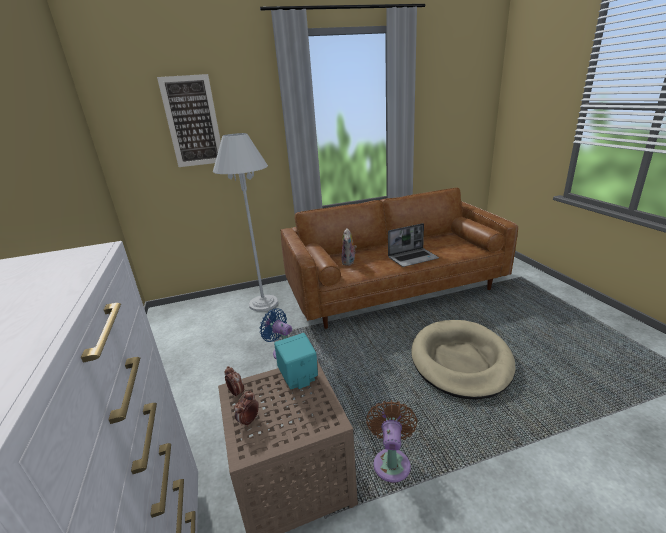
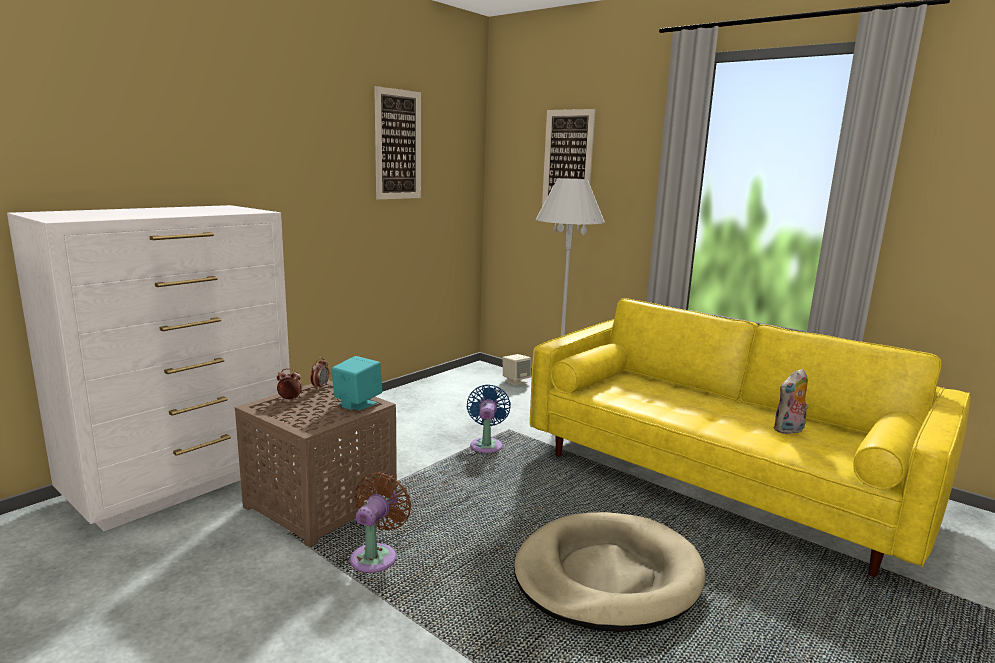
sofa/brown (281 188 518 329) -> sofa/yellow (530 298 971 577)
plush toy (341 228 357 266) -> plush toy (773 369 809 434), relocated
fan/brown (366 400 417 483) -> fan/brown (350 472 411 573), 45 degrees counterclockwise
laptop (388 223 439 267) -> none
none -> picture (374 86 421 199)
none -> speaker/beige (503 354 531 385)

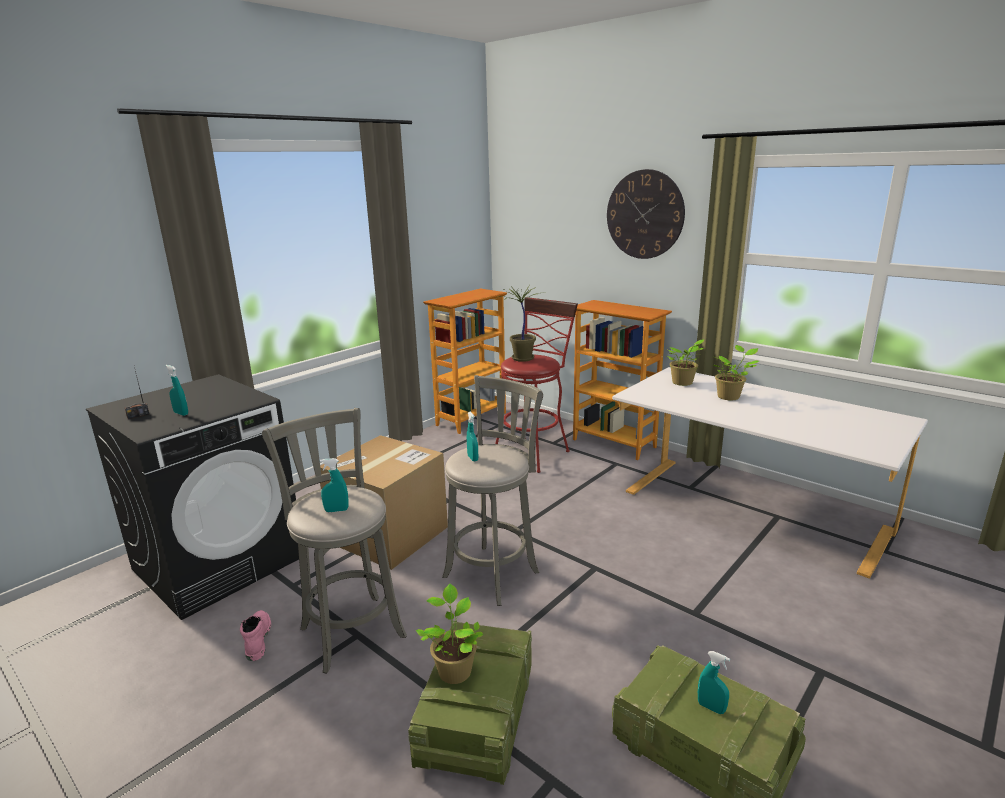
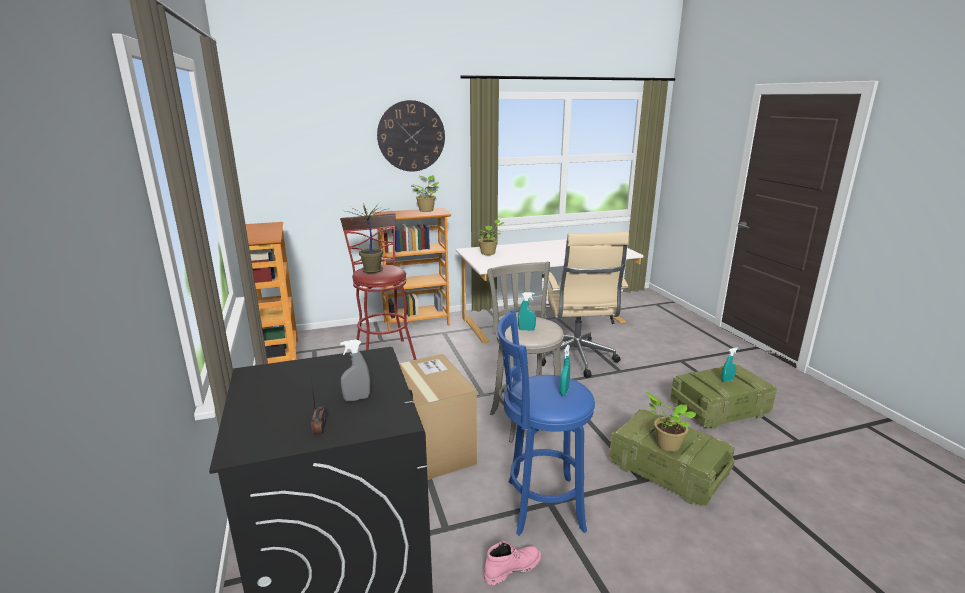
spray bottle/turquoise (166 365 188 416) -> spray bottle/grey (340 339 370 402)
boot/pink (240 610 271 661) -> boot/pink (484 541 541 585), 135 degrees clockwise
stool/grey (262 408 407 674) -> stool/blue (498 309 595 536)
potted plant (714 345 759 401) -> potted plant (412 175 439 212), relocated
none -> office chair/beige (542 232 629 378)

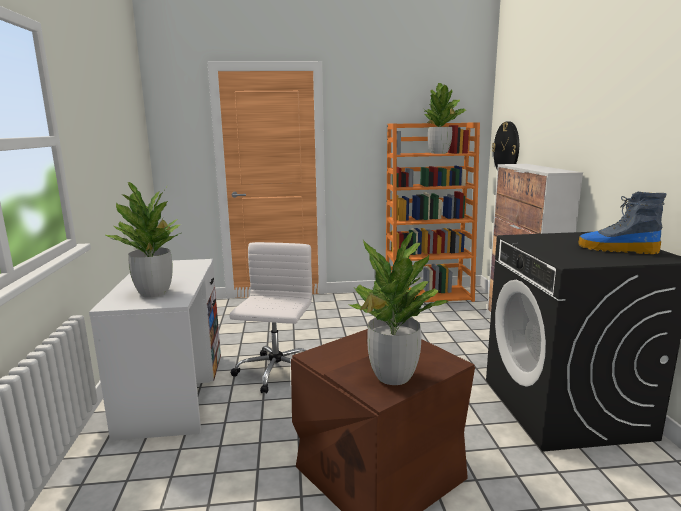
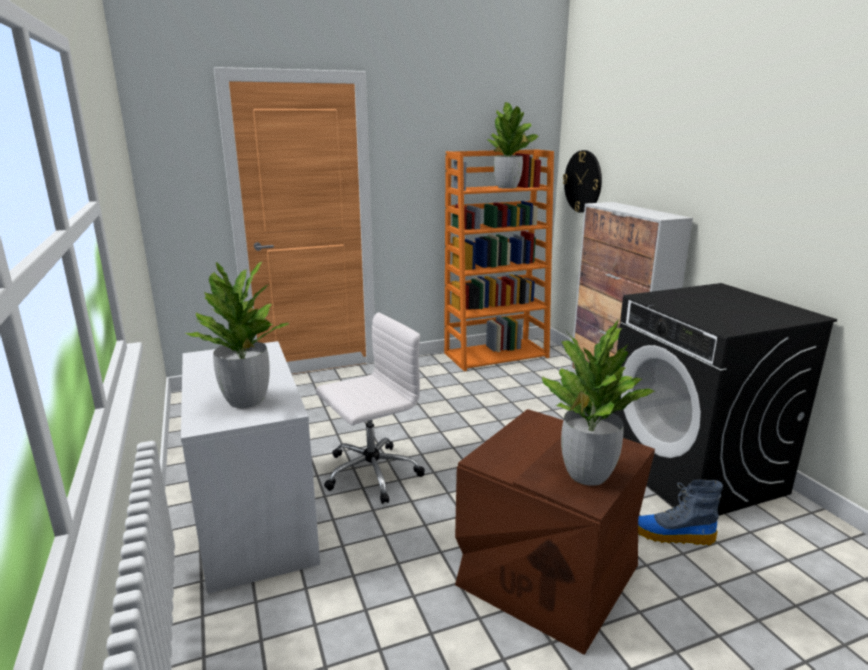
office chair/white (229 242 312 394) -> office chair/white (316 312 425 504), 60 degrees clockwise
boot (578 192 667 254) -> boot (638 480 723 545), relocated

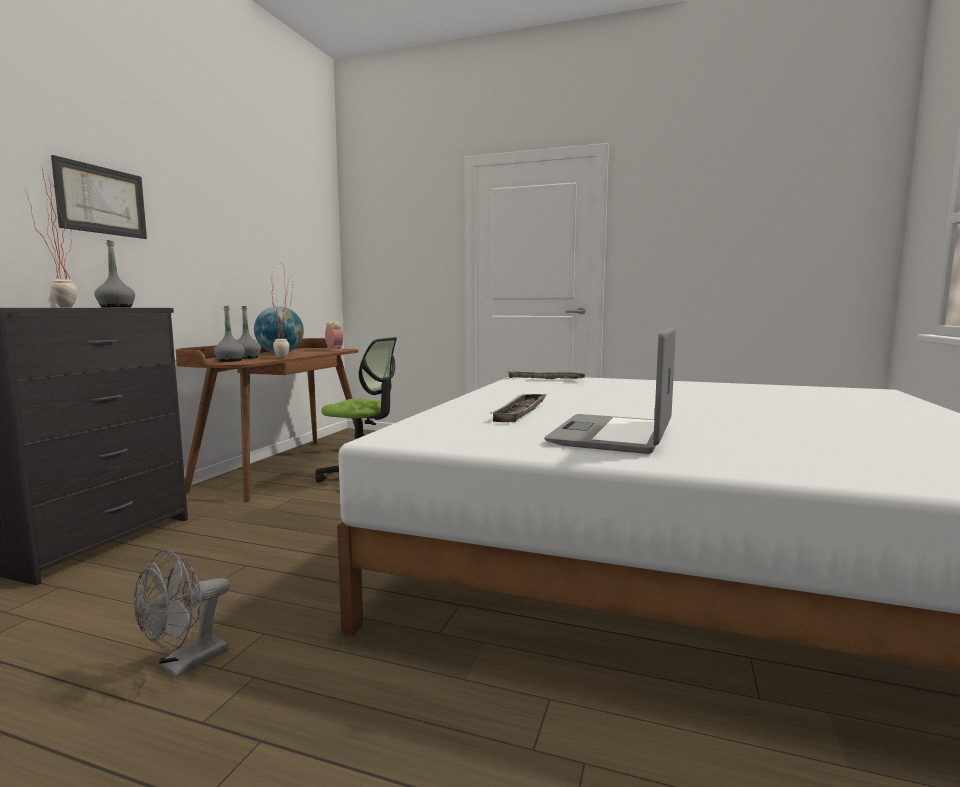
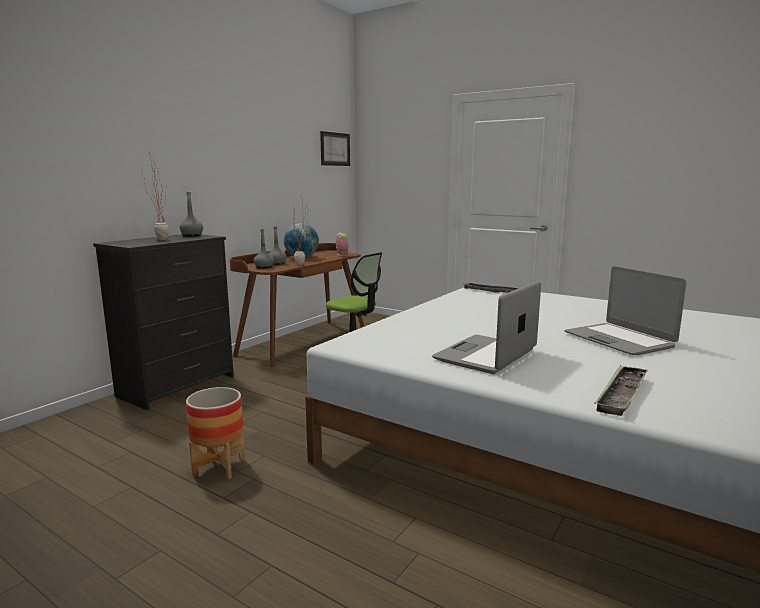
picture (51 155 147 239) -> picture (320 131 350 166), relocated
fan/grey (134 550 230 678) -> planter (186 387 245 479)
tray (490 393 547 422) -> tray (594 365 648 416), relocated
none -> laptop (565 266 687 355)

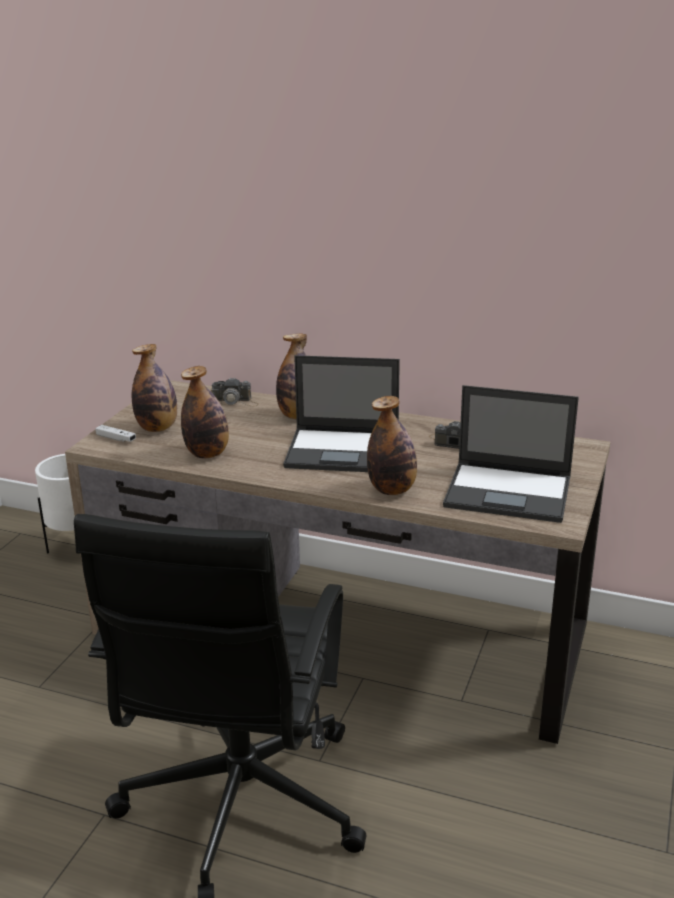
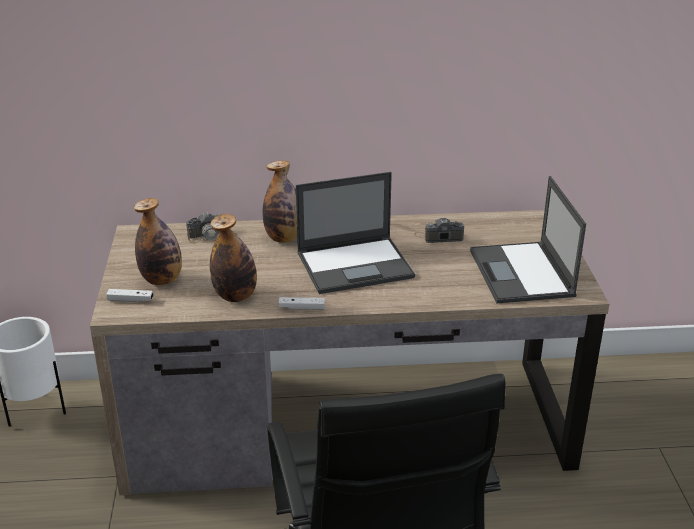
bottle (367 396 417 495) -> none
laptop (443 385 579 523) -> laptop (470 176 586 303), 90 degrees clockwise
none -> game controller/white (278 297 325 310)

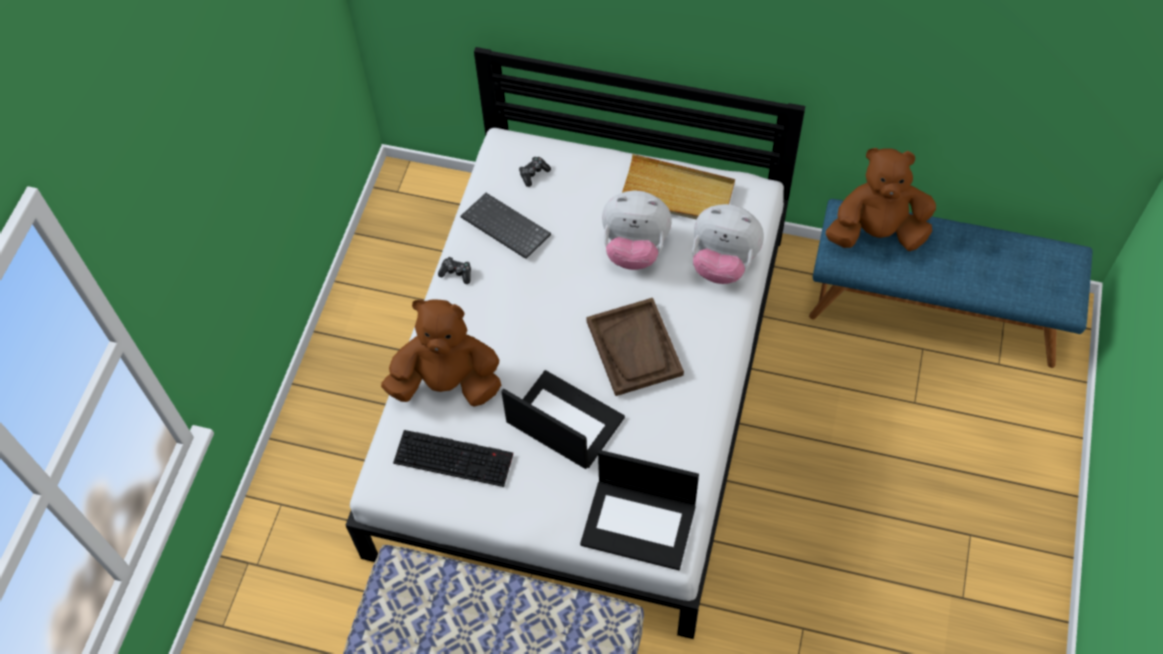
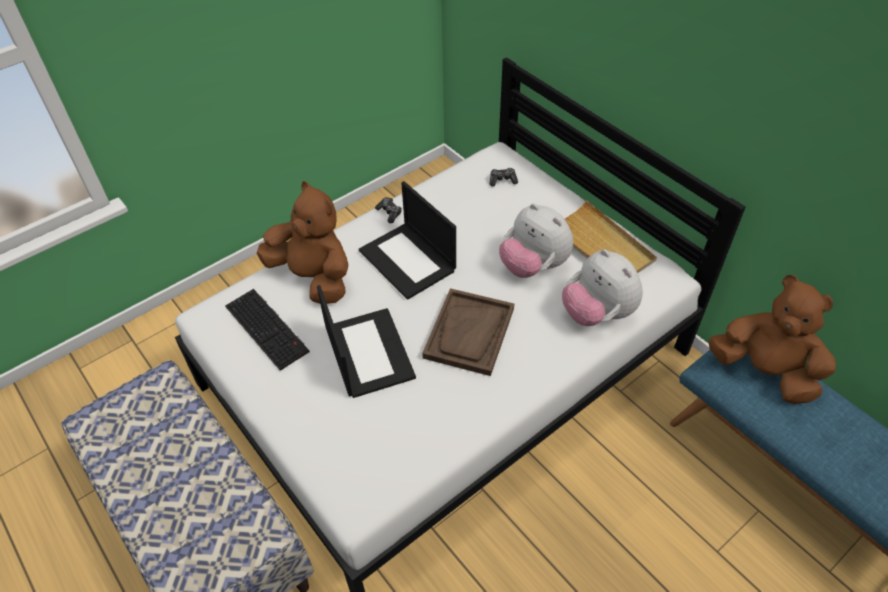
keyboard (461 193 551 259) -> none
laptop (580 450 699 570) -> laptop (359 181 456 300), relocated

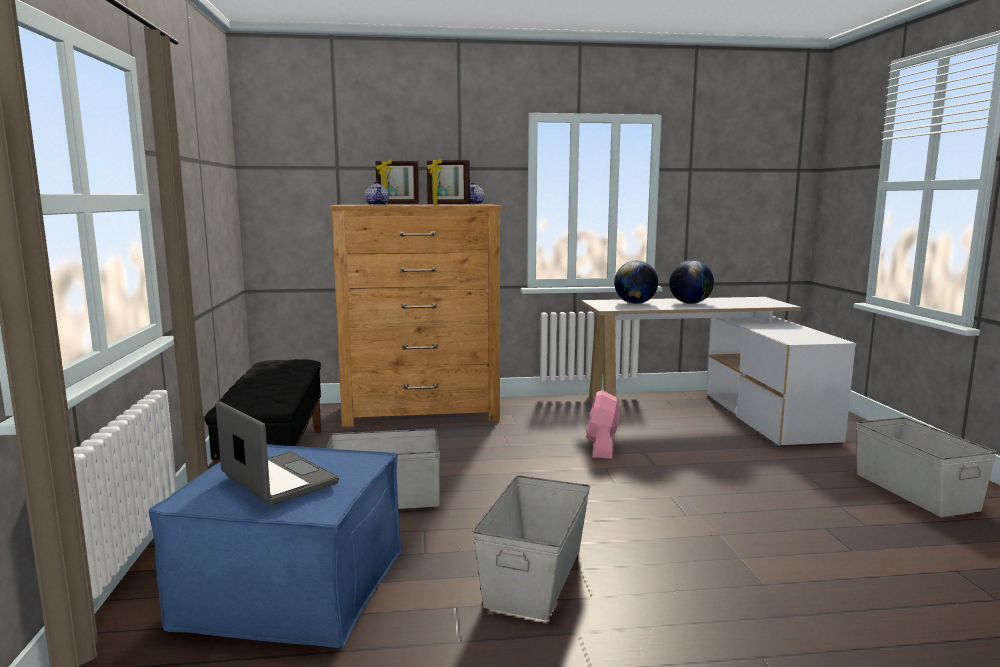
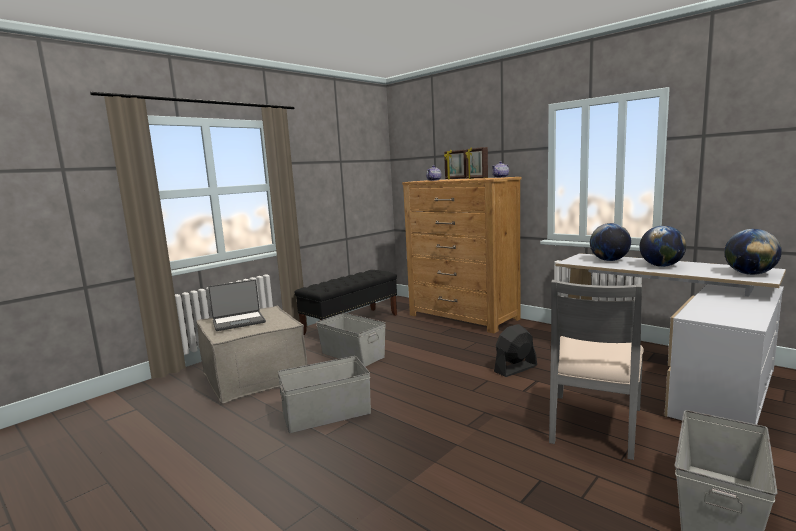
ottoman/blue (149 444 402 648) -> ottoman/beige (196 305 307 403)
laptop (216 401 339 505) -> laptop (208 279 266 331), 60 degrees clockwise
fan/pink (586 390 621 459) -> fan/black (494 324 537 377)
none -> chair/grey (549 280 644 460)
none -> globe (724 229 782 275)

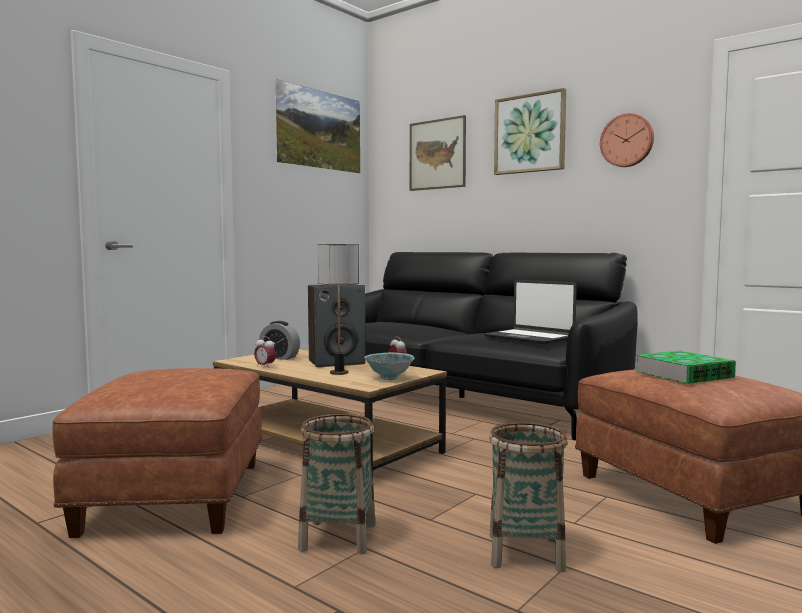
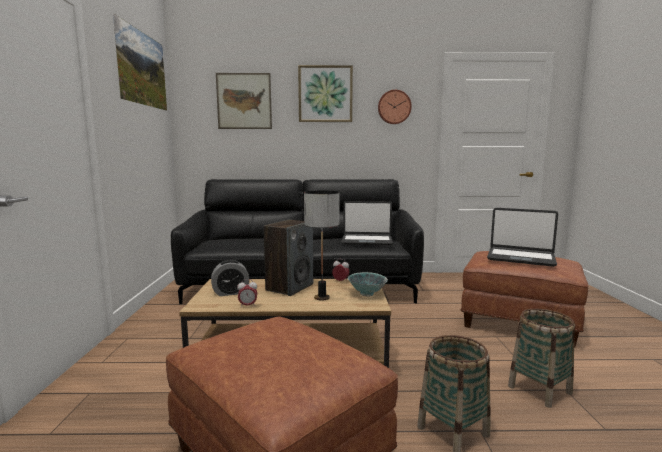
book (635 351 736 384) -> laptop (487 208 558 267)

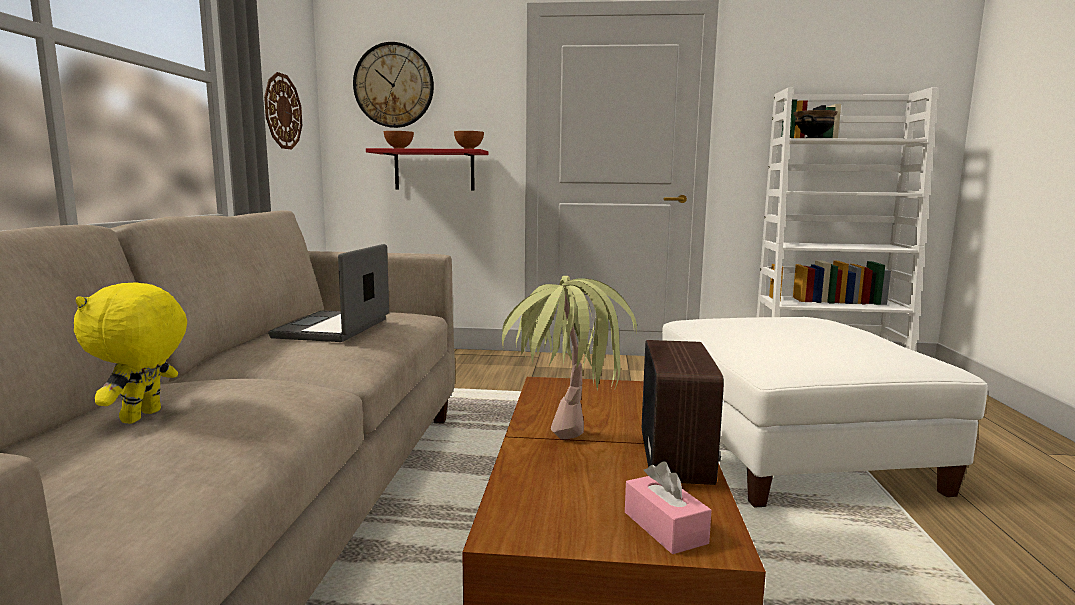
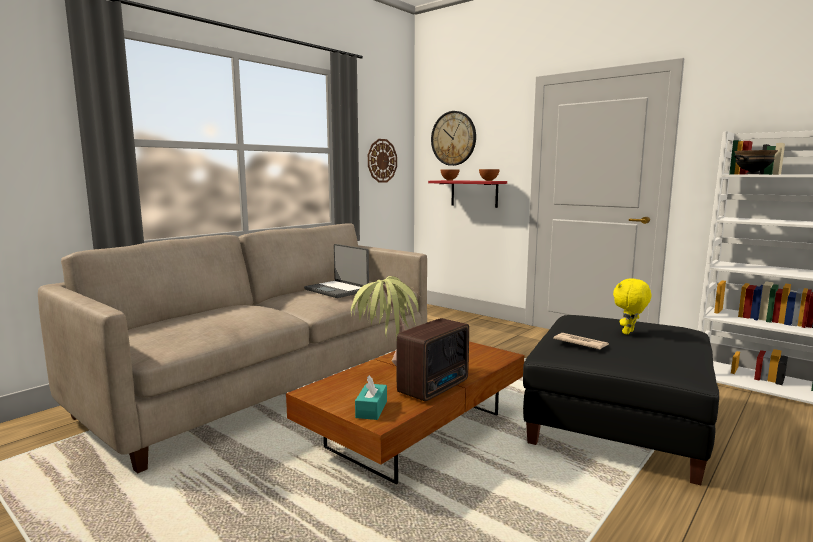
plush toy/yellow (74 283 187 424) -> plush toy/yellow (613 278 651 334), relocated
laptop (268 244 389 342) -> laptop (304 244 369 298), 90 degrees counterclockwise
tissue box/pink (625 461 712 554) -> tissue box/turquoise (355 375 387 420)
ottoman/white (662 317 988 508) -> ottoman/black (523 315 719 485)
none -> newspaper (553 333 609 349)

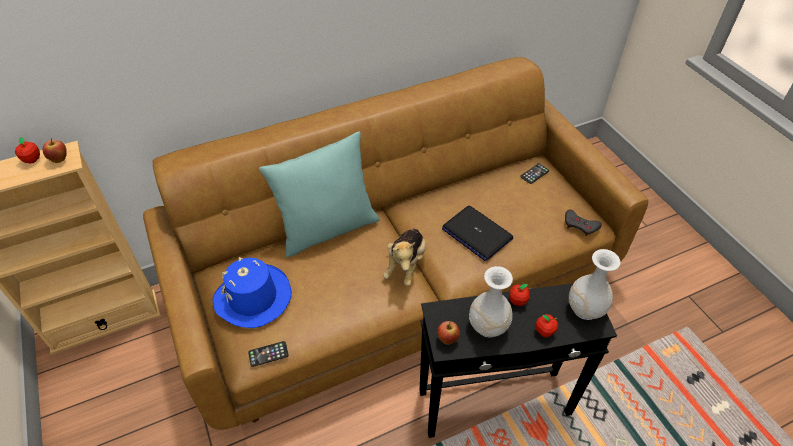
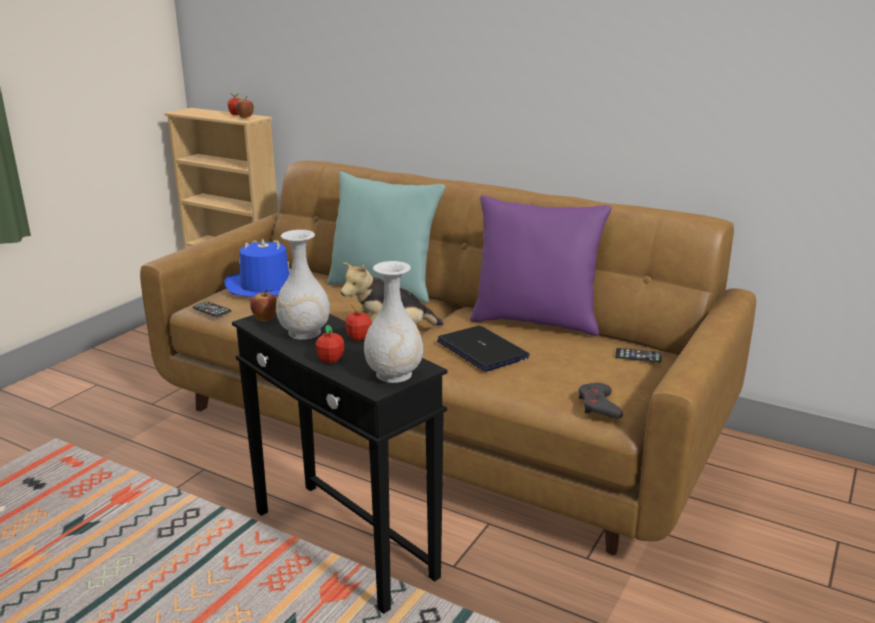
laptop (442 206 514 261) -> laptop (437 326 530 372), 135 degrees clockwise
none -> pillow/purple (470 195 612 336)

